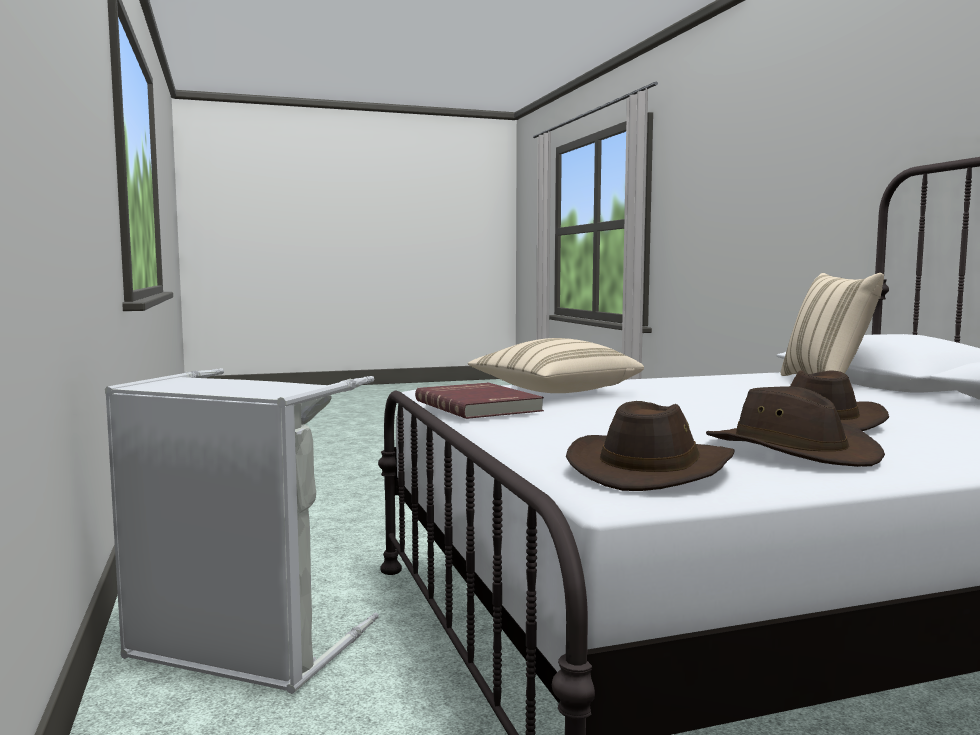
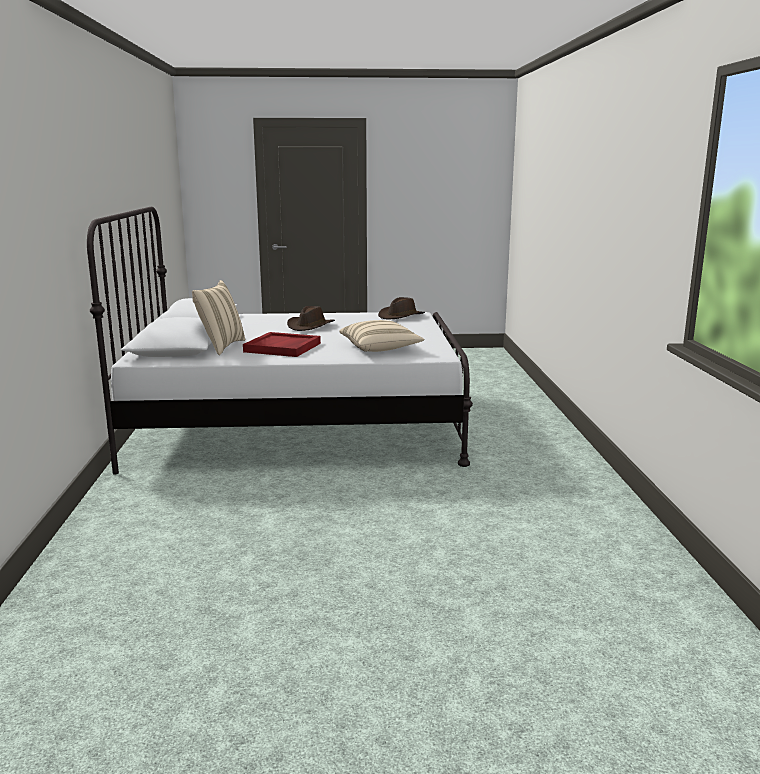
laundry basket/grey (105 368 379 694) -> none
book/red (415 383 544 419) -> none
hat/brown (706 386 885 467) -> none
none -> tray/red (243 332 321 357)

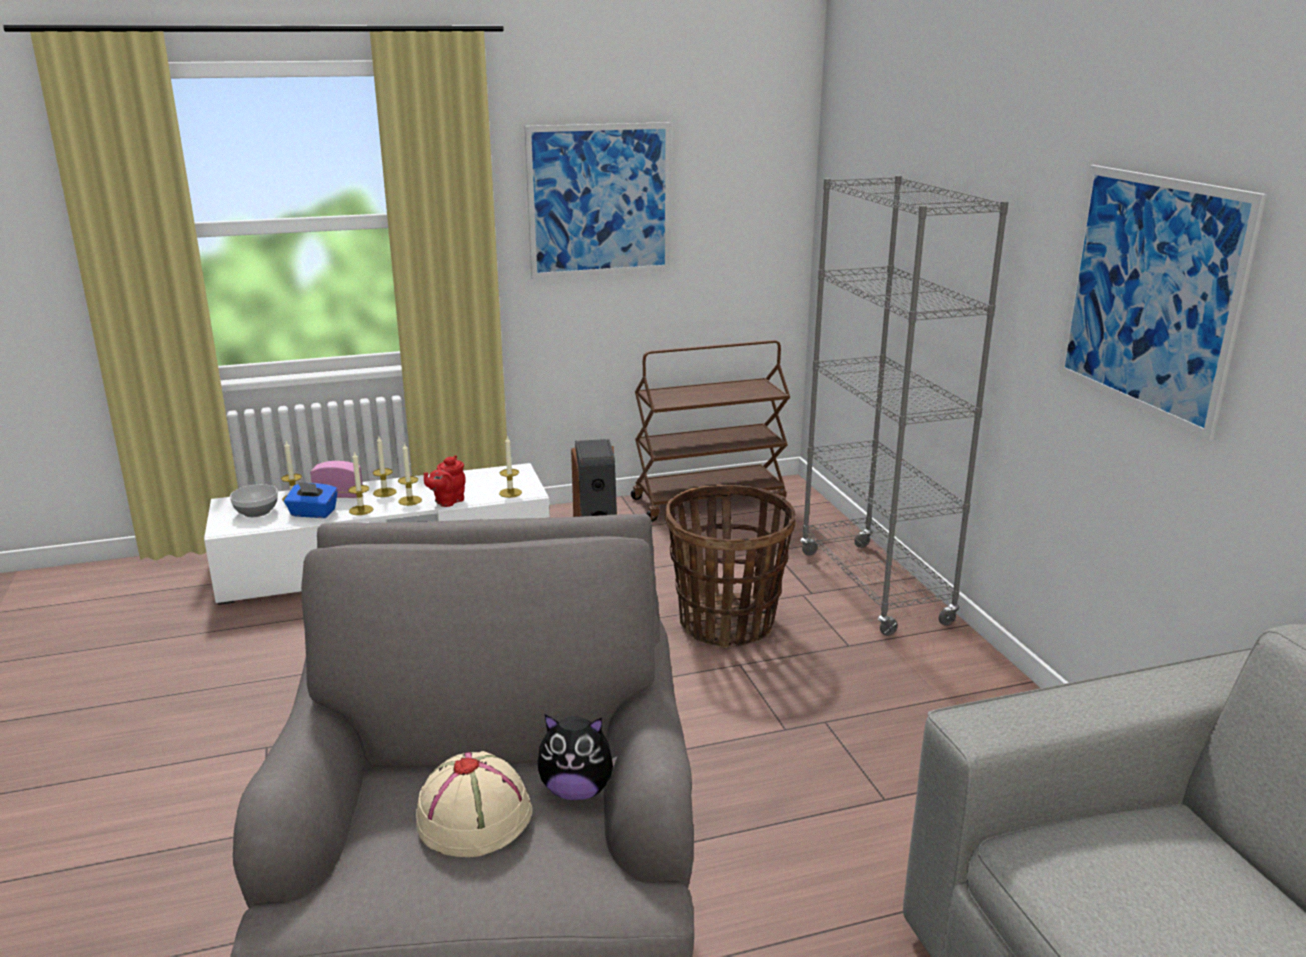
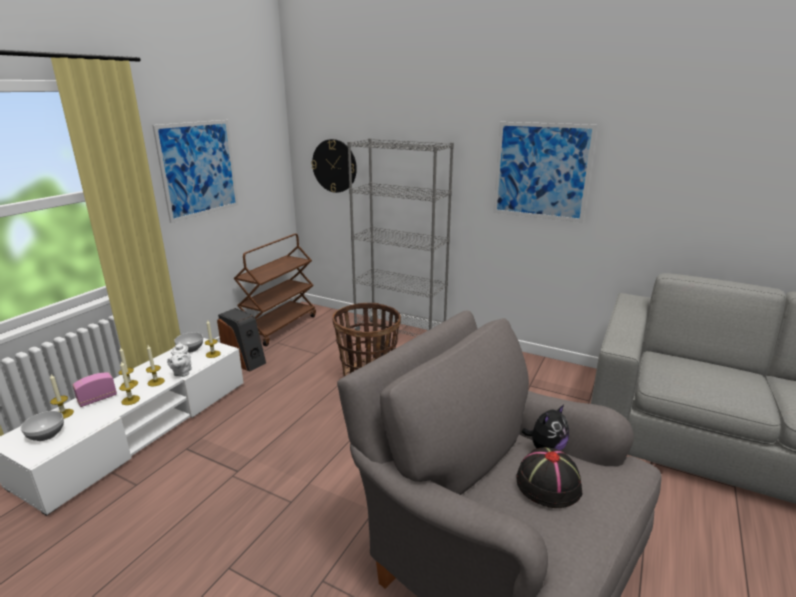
tissue box/blue (284 482 338 518) -> none
hat/beige (416 751 533 857) -> hat/black (516 447 582 508)
teapot/red (423 455 466 507) -> teapot/white (167 342 192 377)
none -> bowl (174 332 203 353)
none -> wall clock (311 139 357 193)

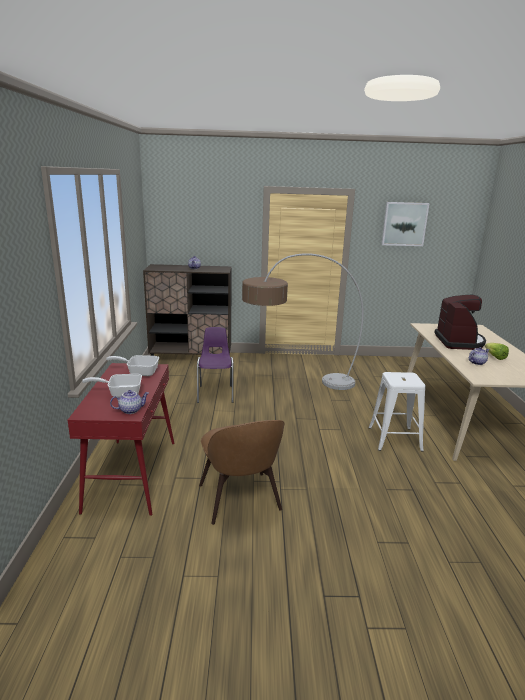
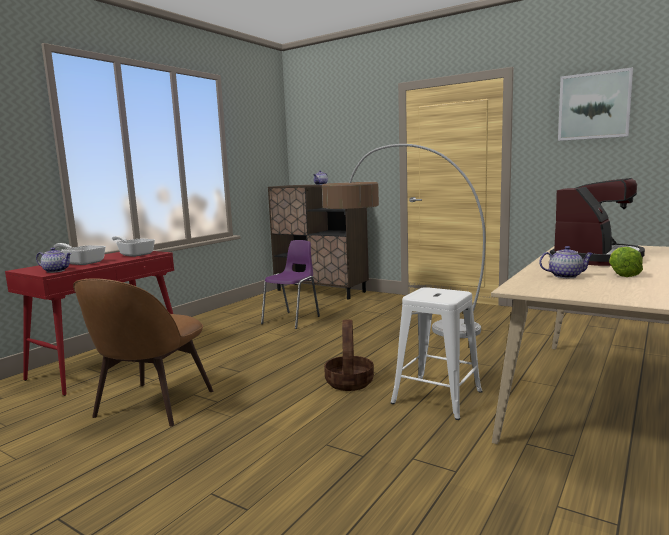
none -> basket (324 319 374 391)

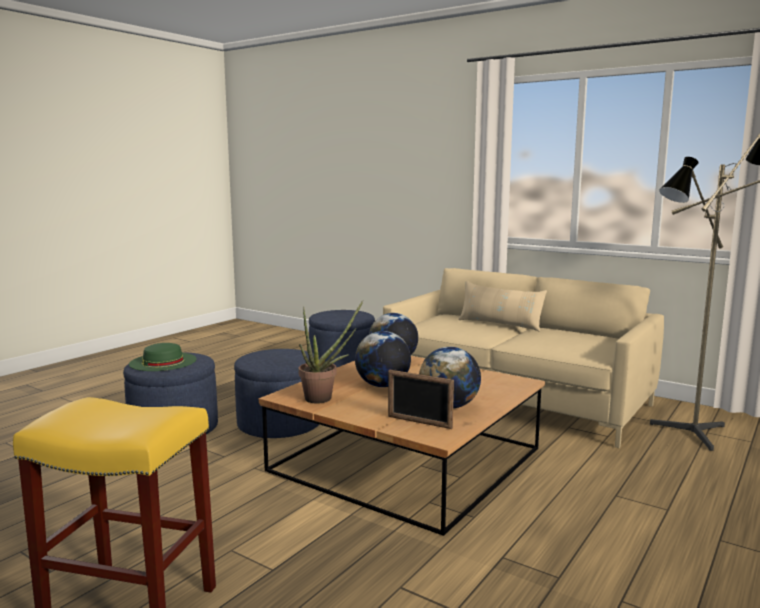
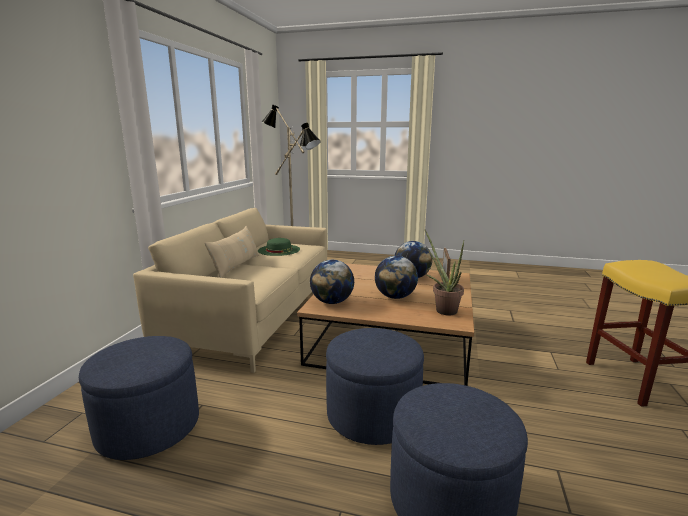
hat/green (129 343 197 371) -> hat/green (258 238 300 256), relocated

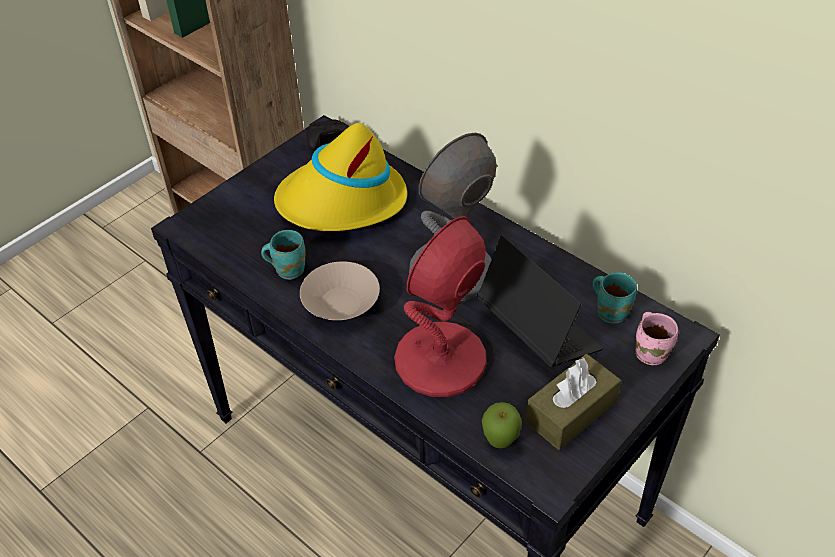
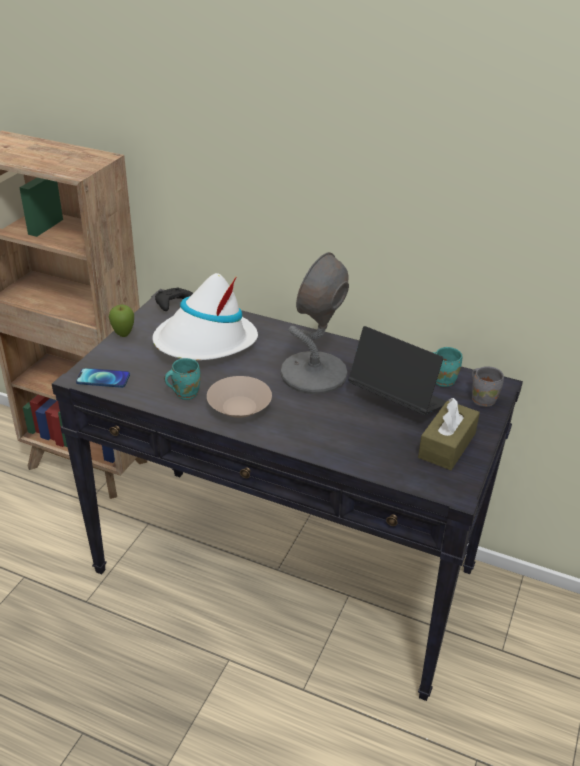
hat/yellow (274 123 407 231) -> hat/white (152 273 258 360)
table lamp/red (394 216 487 397) -> none
apple (482 402 522 448) -> apple (109 304 134 337), relocated
mug/pink (635 312 678 365) -> mug/grey (472 366 504 407)
none -> phone (76 368 130 388)

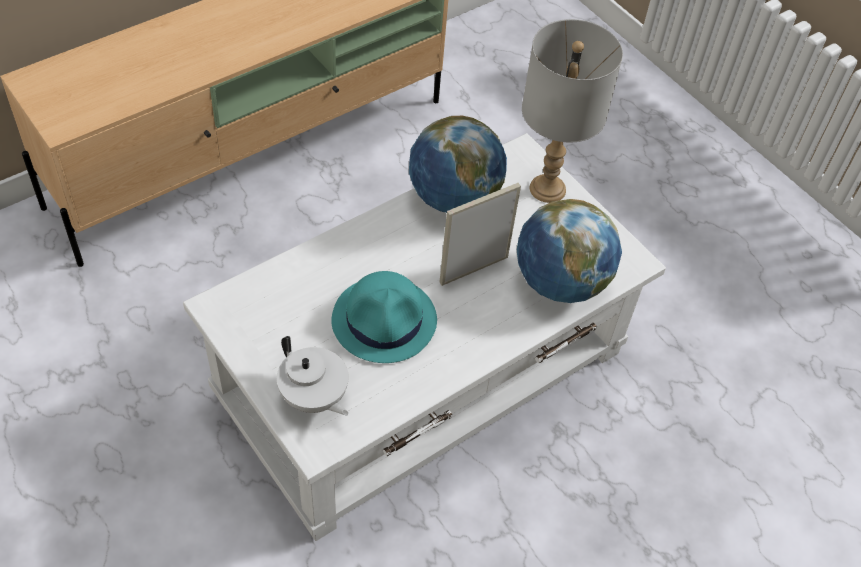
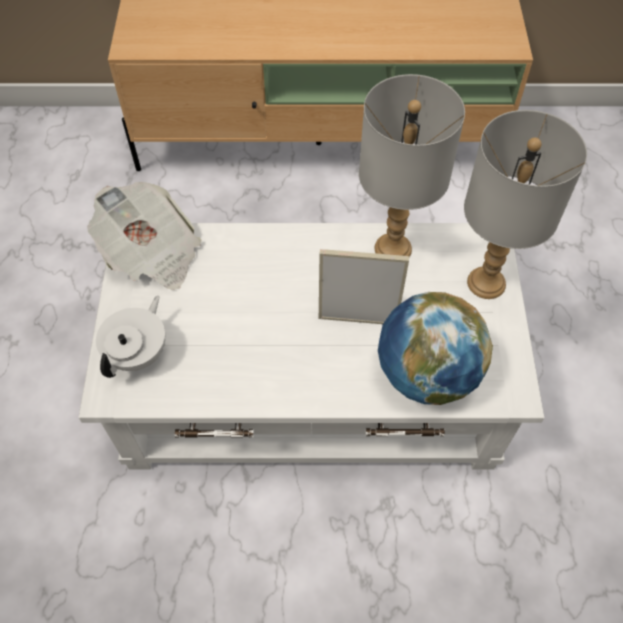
teapot/white (277 336 349 415) -> teapot/white (96 296 165 378), 150 degrees counterclockwise
hat/turquoise (331 271 437 363) -> none
globe (409 116 507 213) -> table lamp/grey (359 74 465 257)
none -> newspaper (87 182 202 290)

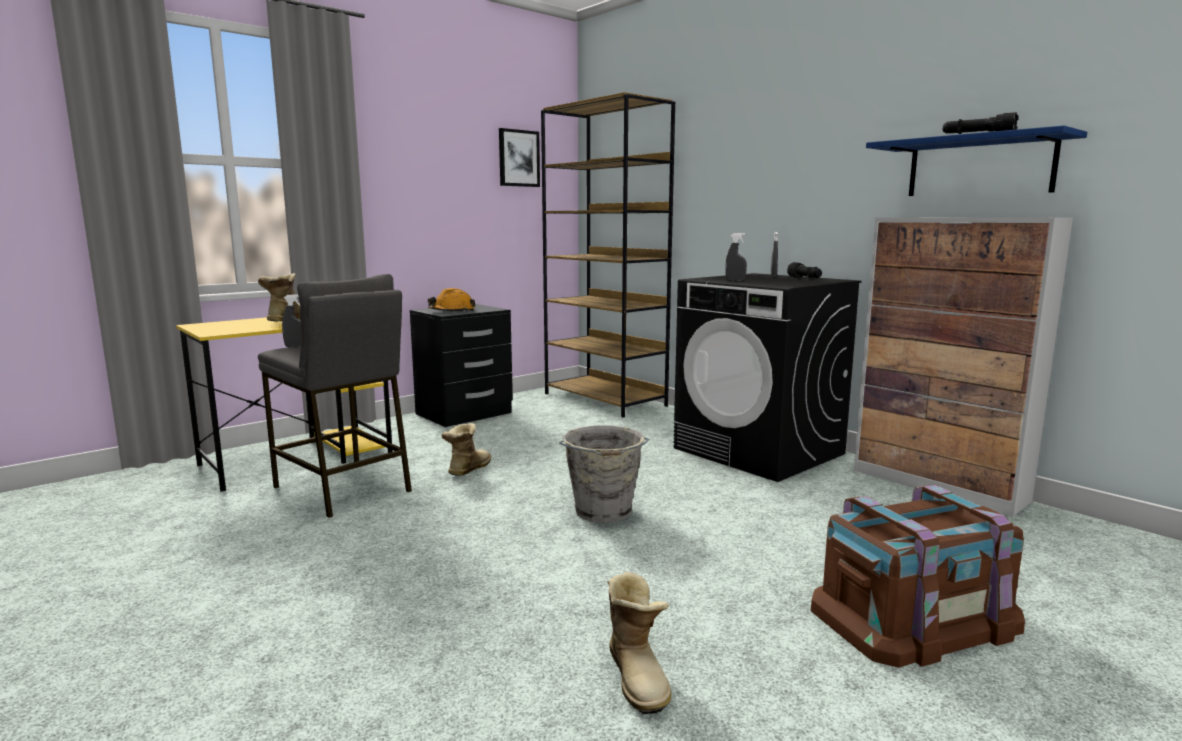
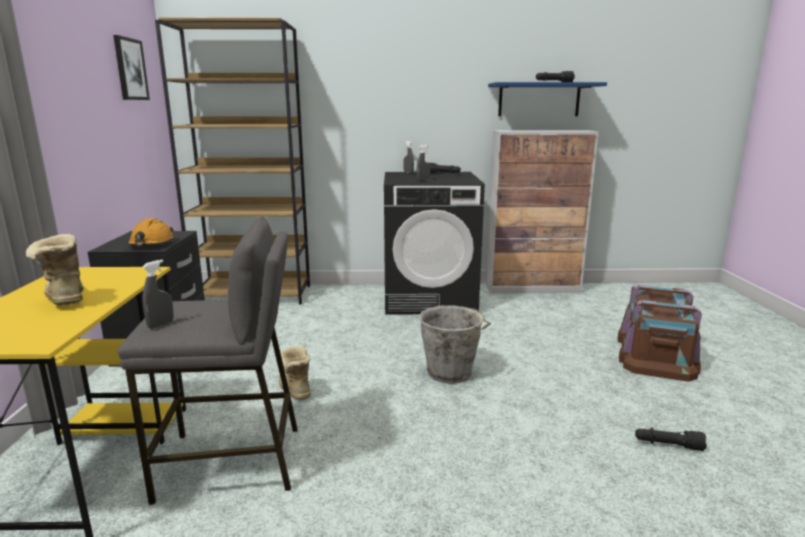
boot (607 572 671 714) -> flashlight/black (635 428 707 451)

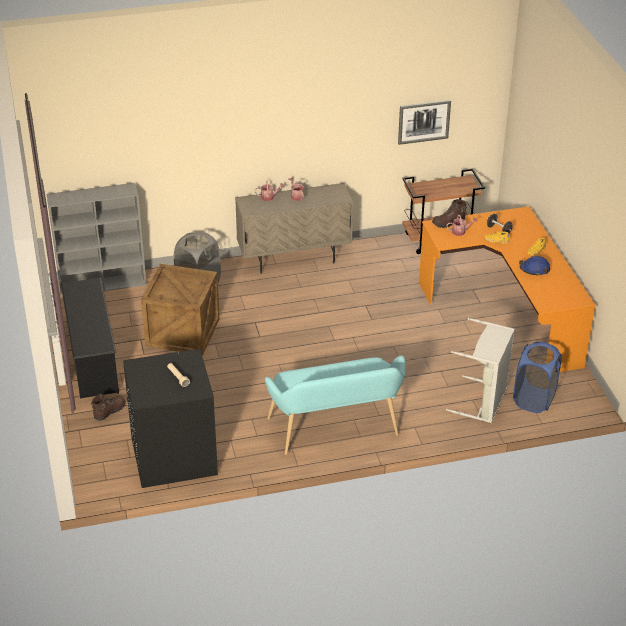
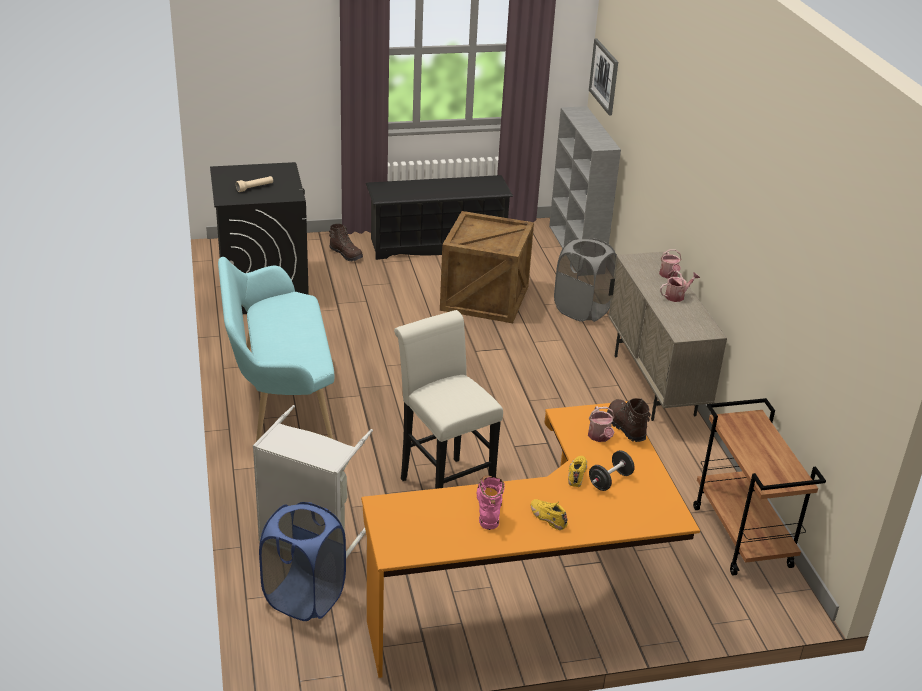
picture (398 100 451 145) -> picture (589 38 618 116), relocated
hard hat/blue (519 256 550 276) -> boot/pink (477 475 505 530)
none -> stool/white (394 310 503 489)

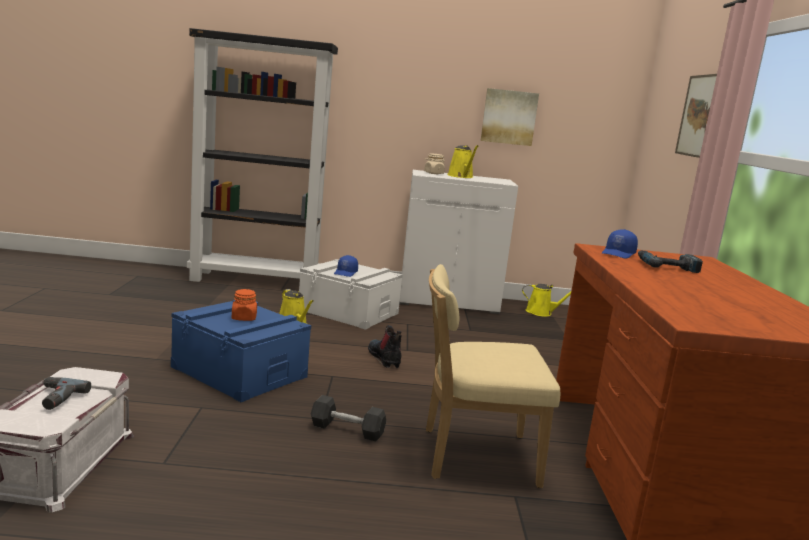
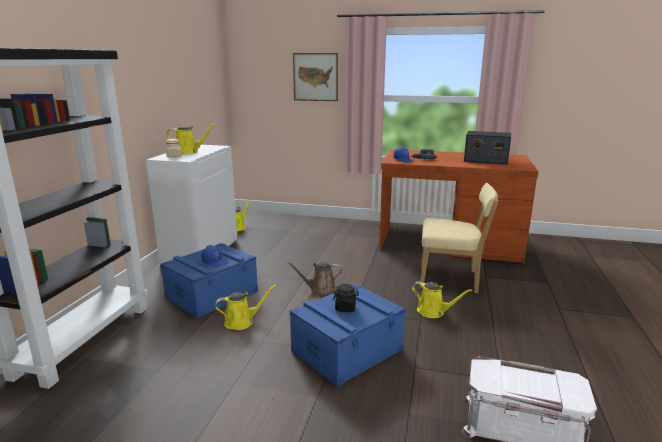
power drill (42 377 91 410) -> none
jar/orange (232 289 257 321) -> jar/black (333 284 359 312)
storage box/white (299 259 403 330) -> storage box/blue (160 243 258 318)
dumbbell/grey (311 395 386 441) -> watering can/yellow (412 281 472 318)
boot (368 325 402 368) -> watering can/brown (287 262 342 295)
chair/beige (426 264 560 488) -> chair/beige (420 183 499 294), 90 degrees counterclockwise
picture (481 88 539 146) -> none
none -> radio (464 131 511 165)

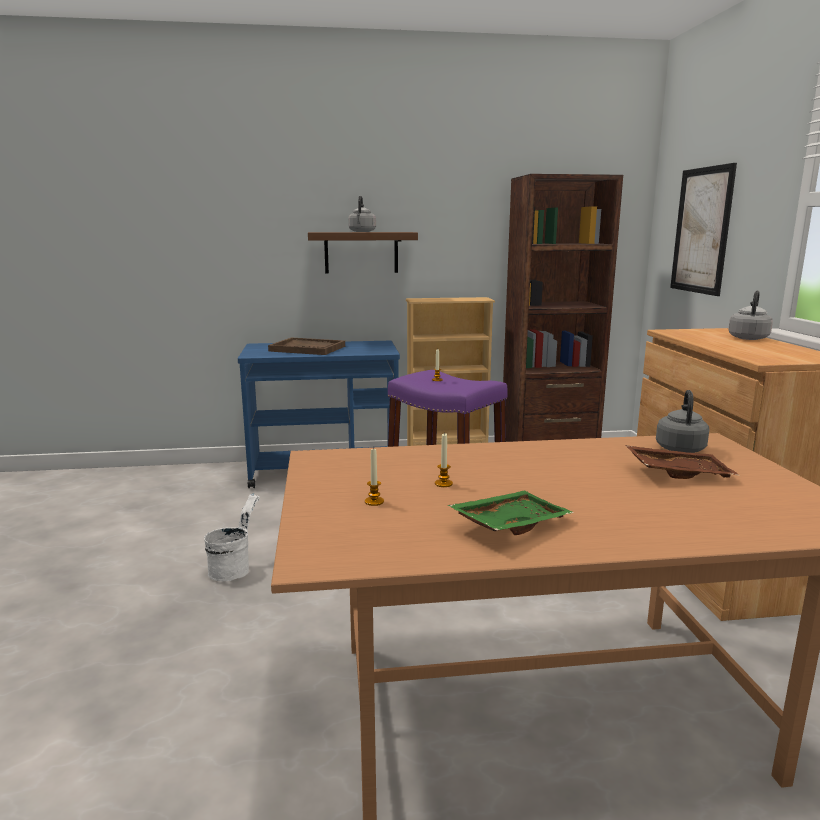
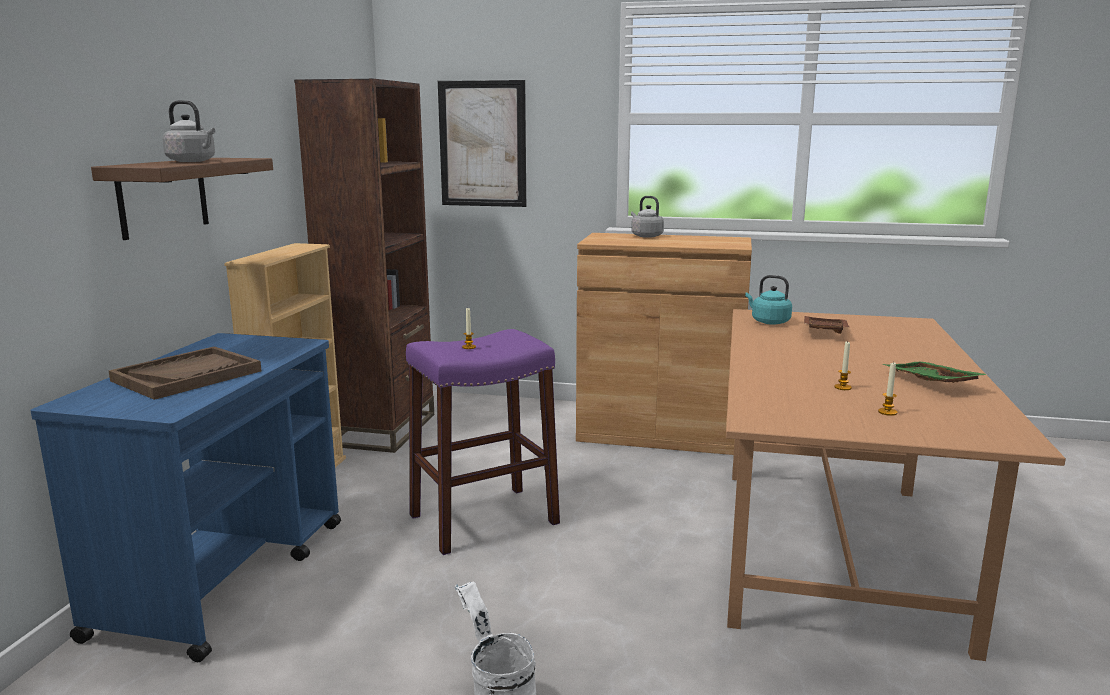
kettle/grey (656 390 709 453) -> kettle/turquoise (745 275 792 325)

